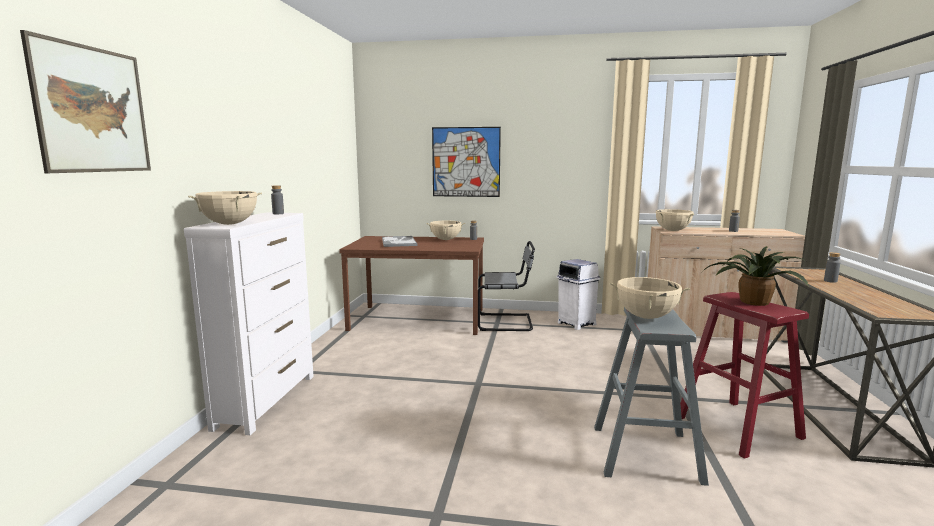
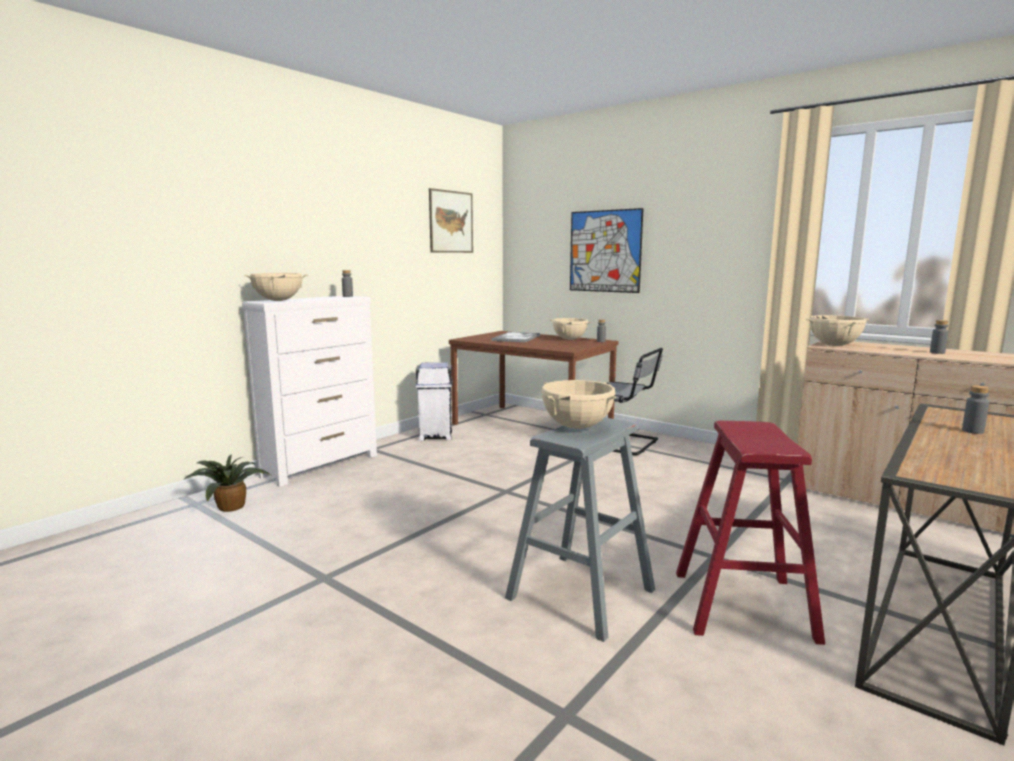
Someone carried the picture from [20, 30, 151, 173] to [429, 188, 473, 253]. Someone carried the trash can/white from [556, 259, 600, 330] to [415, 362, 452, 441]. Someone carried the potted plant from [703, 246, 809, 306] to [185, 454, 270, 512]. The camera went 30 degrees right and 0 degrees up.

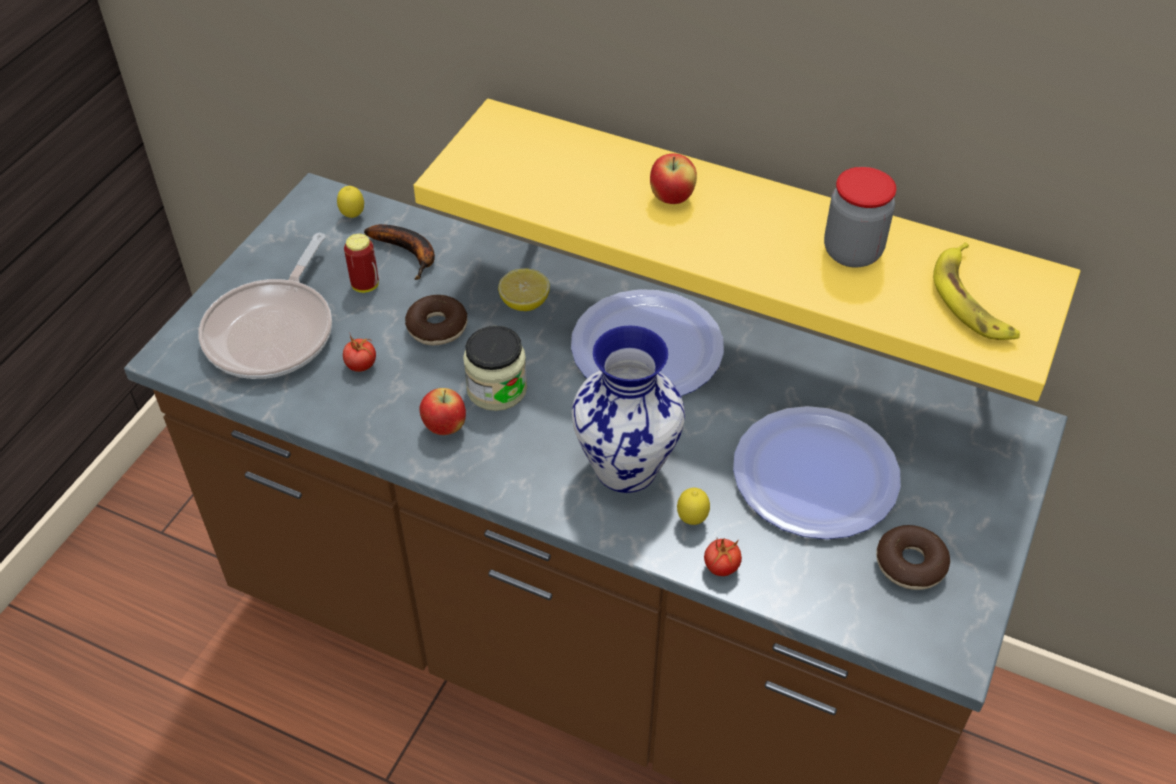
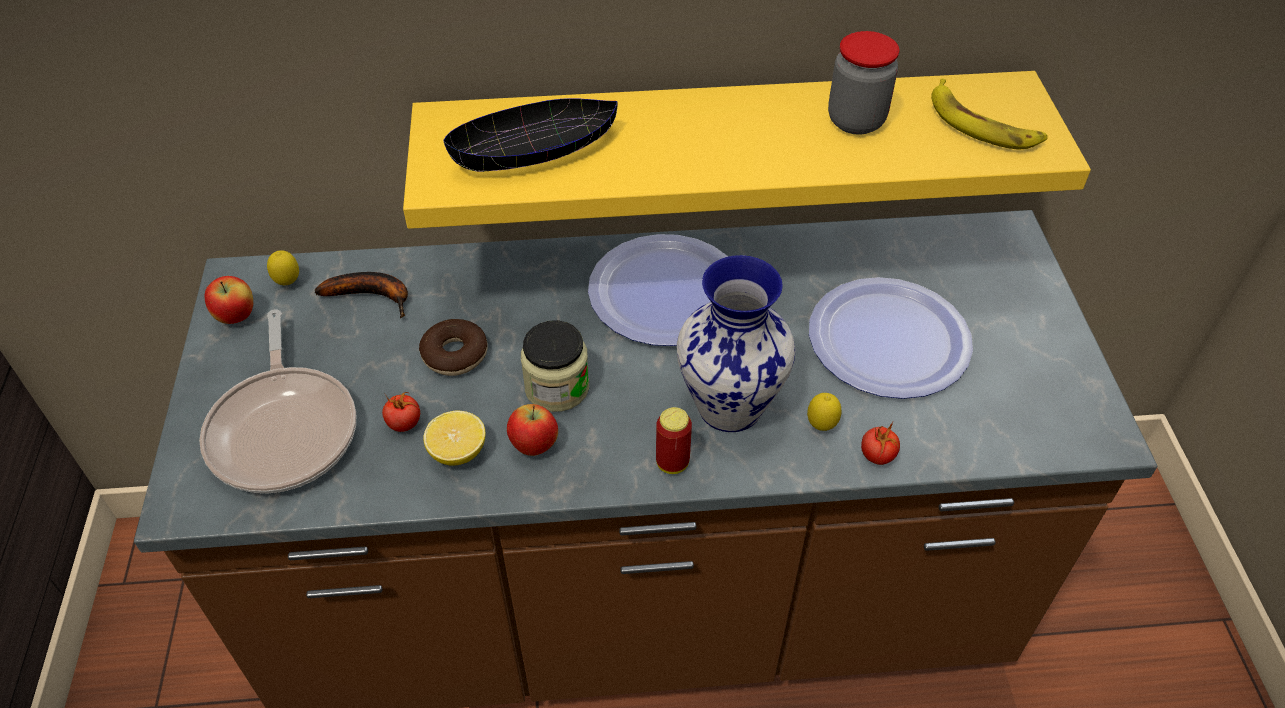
Someone carried the can from [344, 234, 379, 293] to [656, 407, 692, 474]. Someone carried the lemon from [498, 268, 550, 311] to [423, 411, 485, 466]. Someone carried the apple from [650, 154, 697, 204] to [204, 276, 253, 324]. Someone took away the donut at [876, 525, 950, 590]. Someone put down the bowl/black at [444, 98, 617, 172]. The camera went 30 degrees left and 0 degrees up.

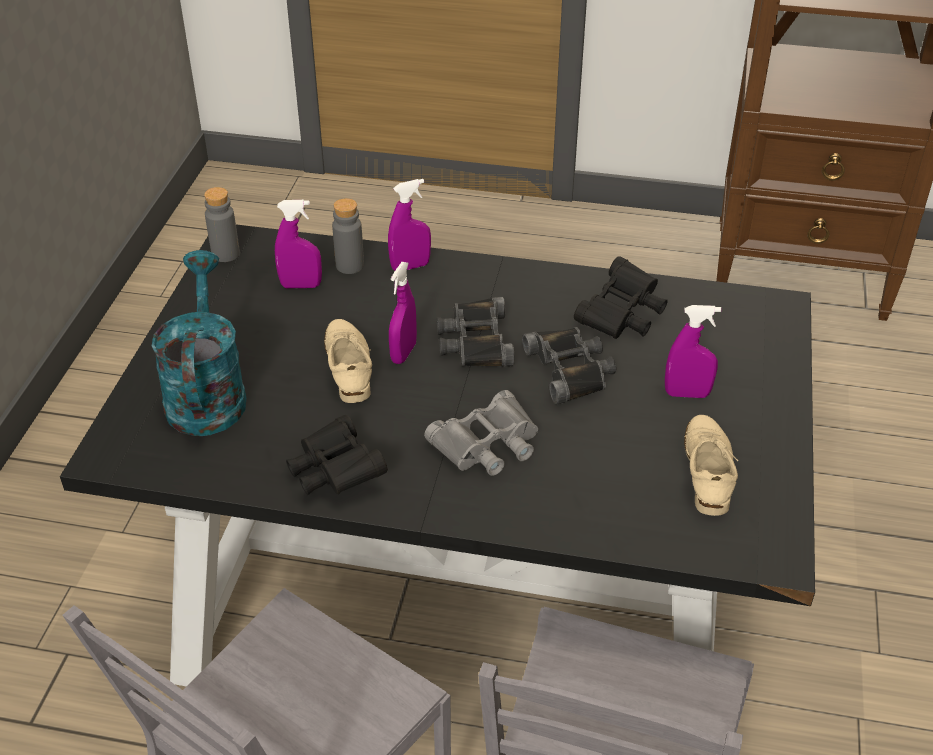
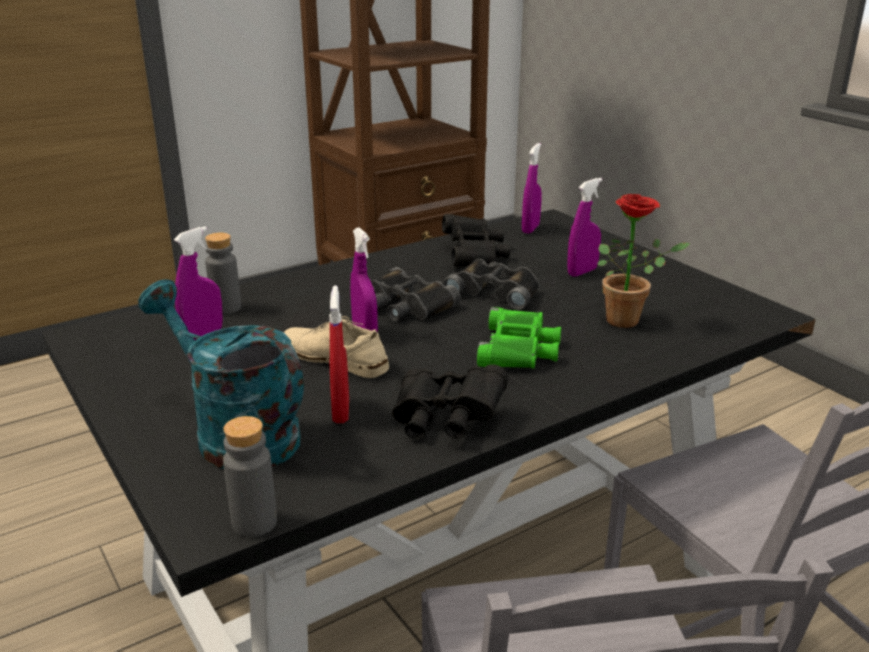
Someone carried the bottle/grey from [204, 187, 240, 262] to [223, 416, 277, 537]. Someone carried the spray bottle/purple from [388, 179, 431, 271] to [522, 143, 542, 234]. Someone repainted the binoculars/grey at [424, 390, 538, 476], which became the binoculars/green at [477, 307, 561, 369]. Someone took away the shoe/beige at [684, 415, 739, 516]. Someone put down the spray bottle/red at [329, 285, 349, 423]. Someone put down the potted plant at [597, 194, 690, 328]. The camera went 45 degrees left and 15 degrees down.

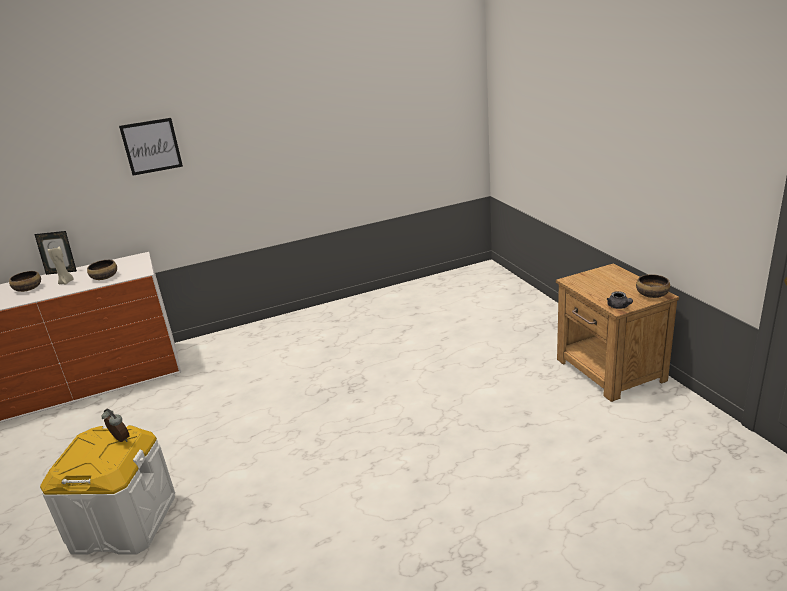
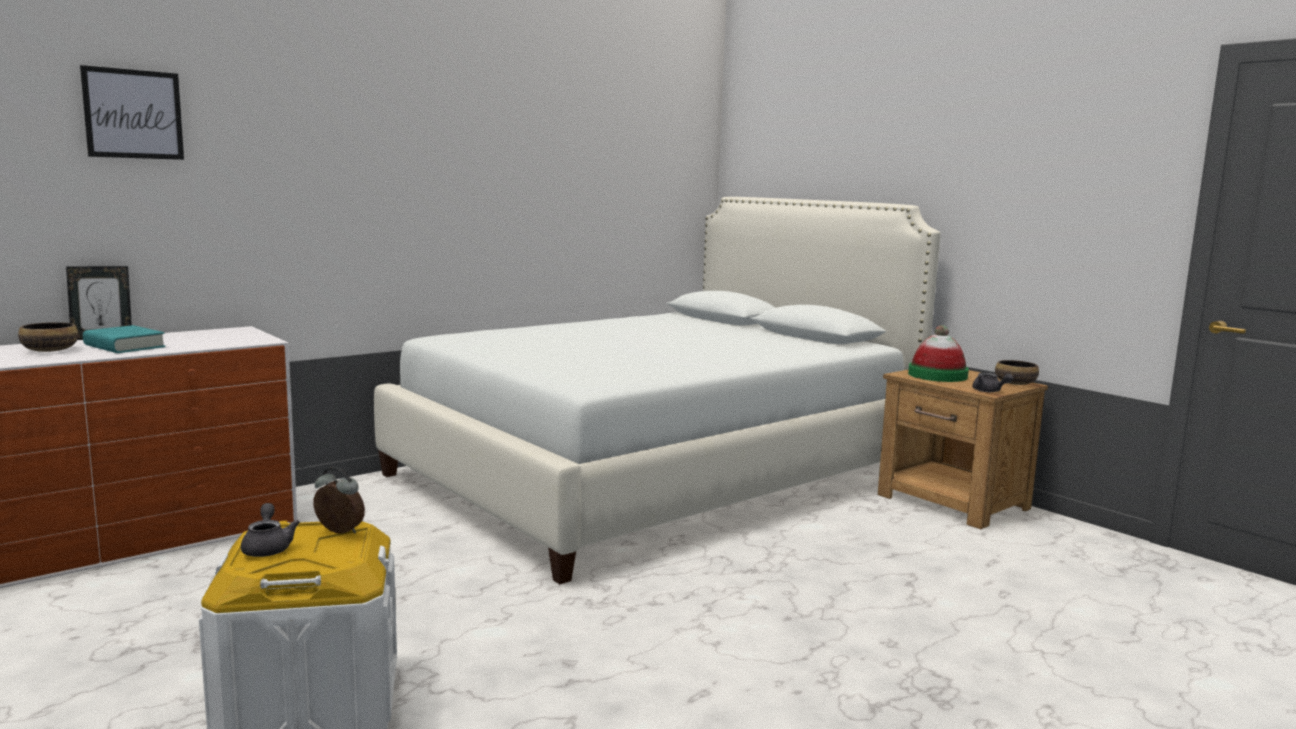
Someone swapped the candle/beige at [48, 246, 73, 285] for the book/turquoise at [83, 325, 165, 353]. Someone took away the bowl at [87, 260, 117, 280]. Someone carried the picture from [119, 118, 183, 176] to [80, 65, 184, 160]. Someone put down the teapot/grey at [241, 503, 300, 557]. Someone put down the bed/white at [374, 197, 940, 584]. Someone put down the hat at [908, 325, 969, 382]. The camera went 20 degrees left and 15 degrees down.

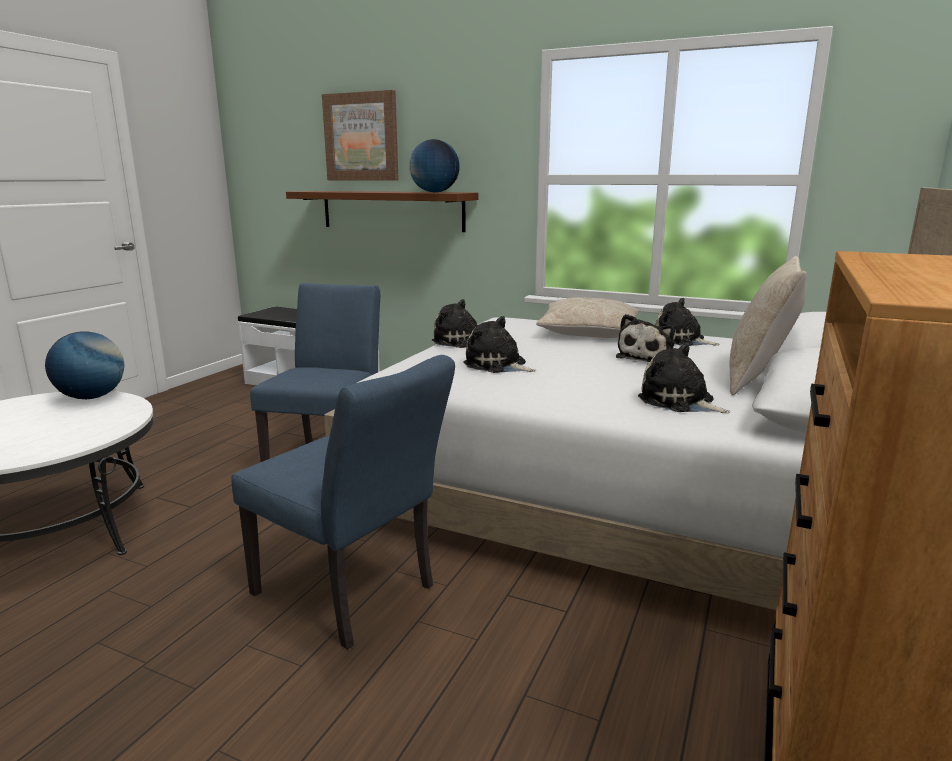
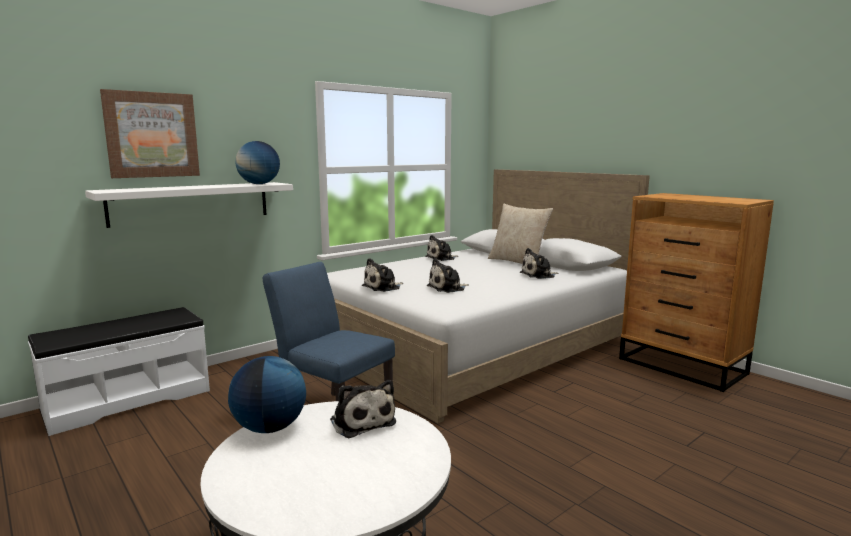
Someone took away the chair/blue at [231, 355, 455, 649]. Someone repainted the shelf/brown at [286, 191, 478, 232], which became the shelf/white at [85, 182, 293, 228]. Someone took away the pillow/beige at [536, 297, 639, 338]. Someone carried the plush toy from [616, 314, 675, 362] to [330, 380, 396, 438]. The camera went 65 degrees left and 5 degrees down.

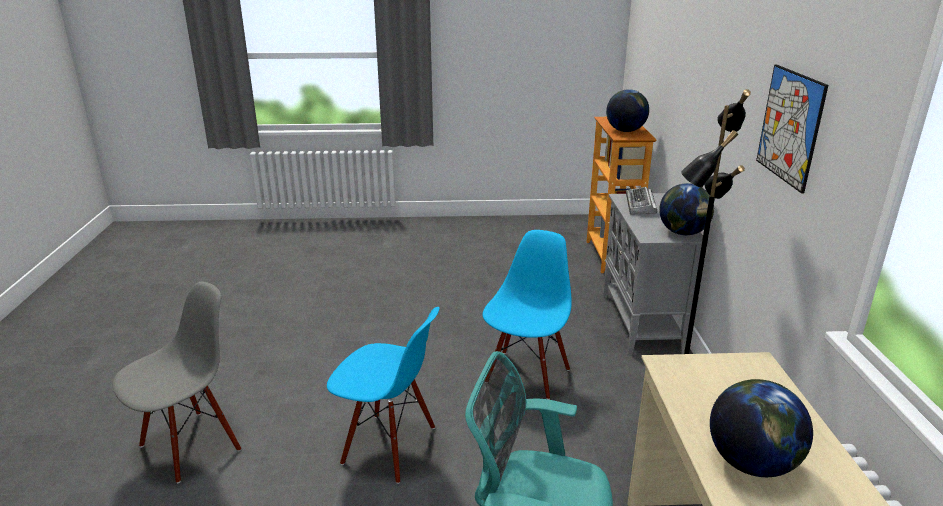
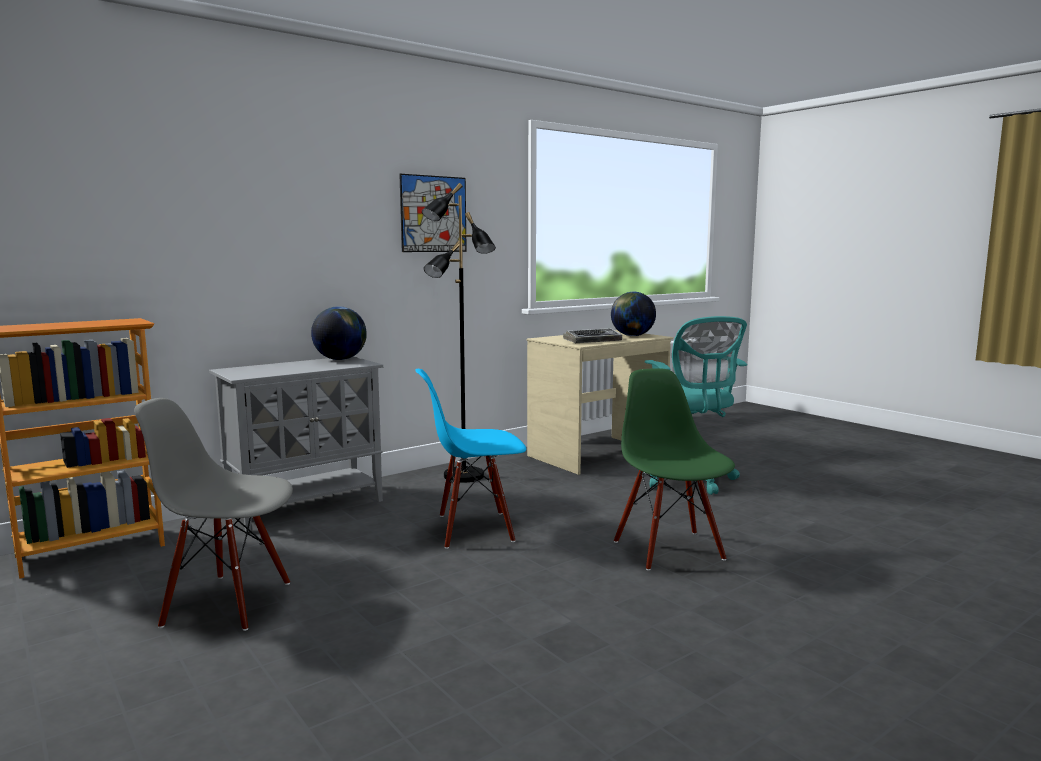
Someone carried the chair/grey from [113, 282, 241, 483] to [134, 398, 293, 631]. Someone repainted the chair/blue at [327, 307, 440, 484], which became the chair/green at [614, 368, 735, 571]. Someone took away the globe at [606, 89, 649, 132]. Someone carried the keyboard from [626, 187, 657, 214] to [563, 328, 622, 343]. The camera went 125 degrees left and 15 degrees down.

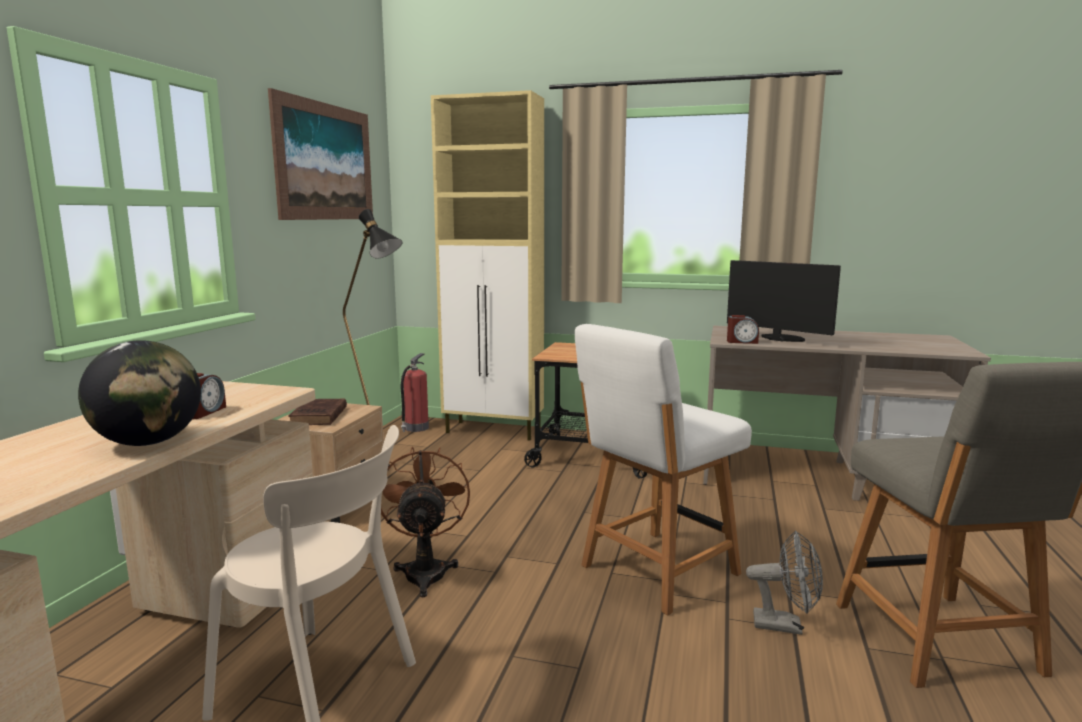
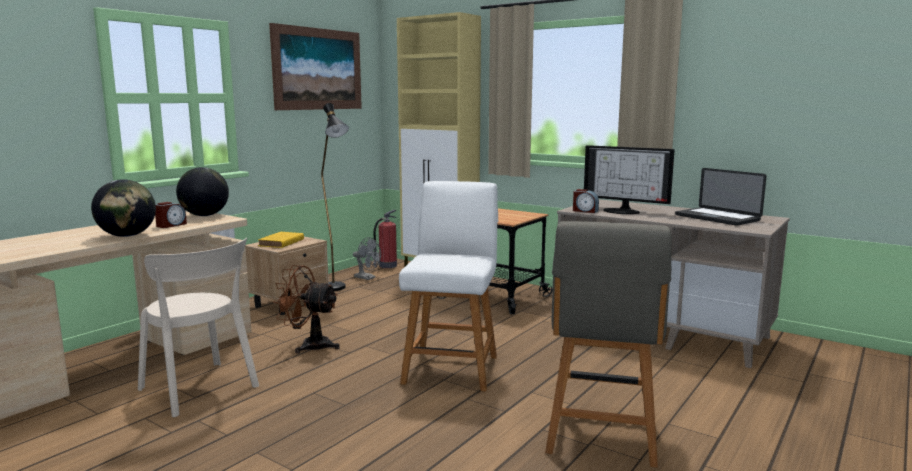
Someone repainted the book/brown at [288, 398, 347, 425], which became the book/yellow at [258, 232, 304, 248]. Someone rotated the fan/brown at [381, 447, 470, 597] by 90 degrees counterclockwise. Someone rotated the chair/white at [575, 324, 752, 616] by 120 degrees clockwise. Someone rotated the monitor at [727, 260, 841, 342] by 150 degrees clockwise. Someone carried the fan/grey from [746, 531, 823, 635] to [353, 237, 381, 280]. Someone put down the globe at [176, 167, 229, 216]. Someone put down the laptop at [675, 168, 767, 226]. The camera went 20 degrees right and 0 degrees up.

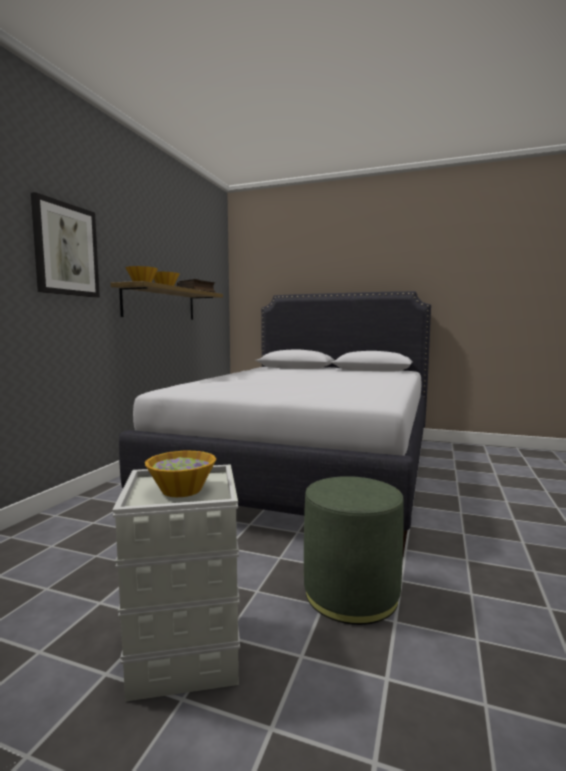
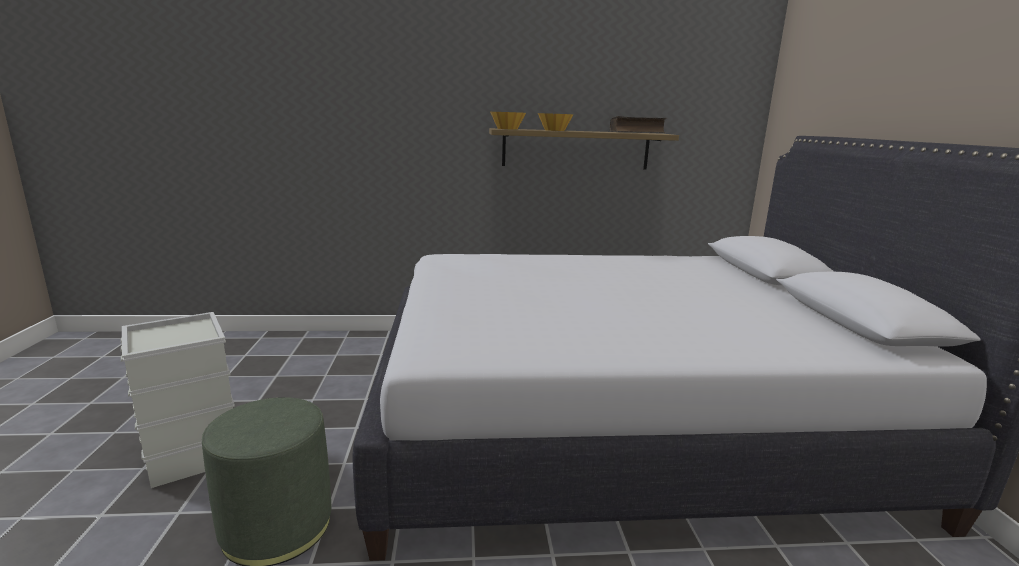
Someone took away the picture at [31, 192, 100, 298]. Someone took away the bowl at [145, 450, 216, 497]. The camera went 65 degrees right and 10 degrees up.

